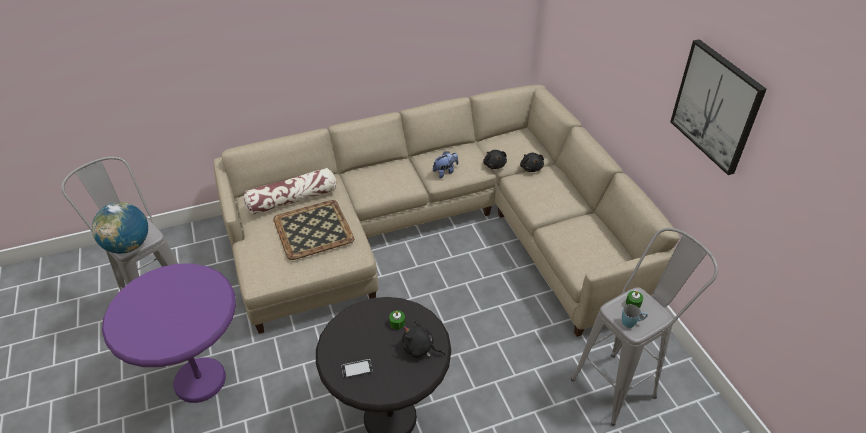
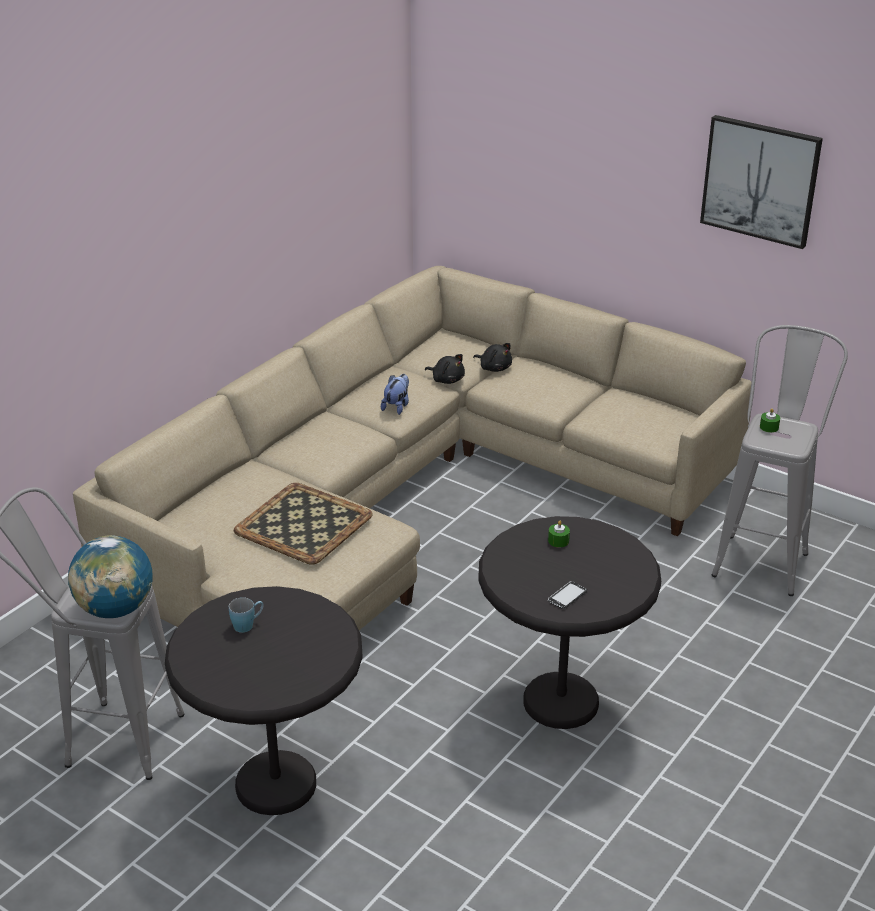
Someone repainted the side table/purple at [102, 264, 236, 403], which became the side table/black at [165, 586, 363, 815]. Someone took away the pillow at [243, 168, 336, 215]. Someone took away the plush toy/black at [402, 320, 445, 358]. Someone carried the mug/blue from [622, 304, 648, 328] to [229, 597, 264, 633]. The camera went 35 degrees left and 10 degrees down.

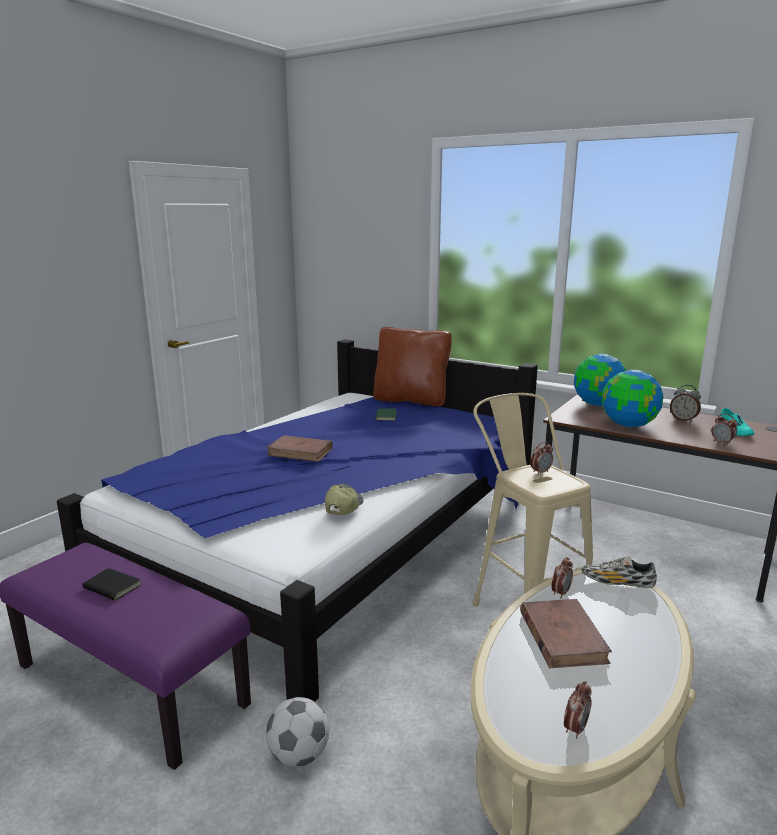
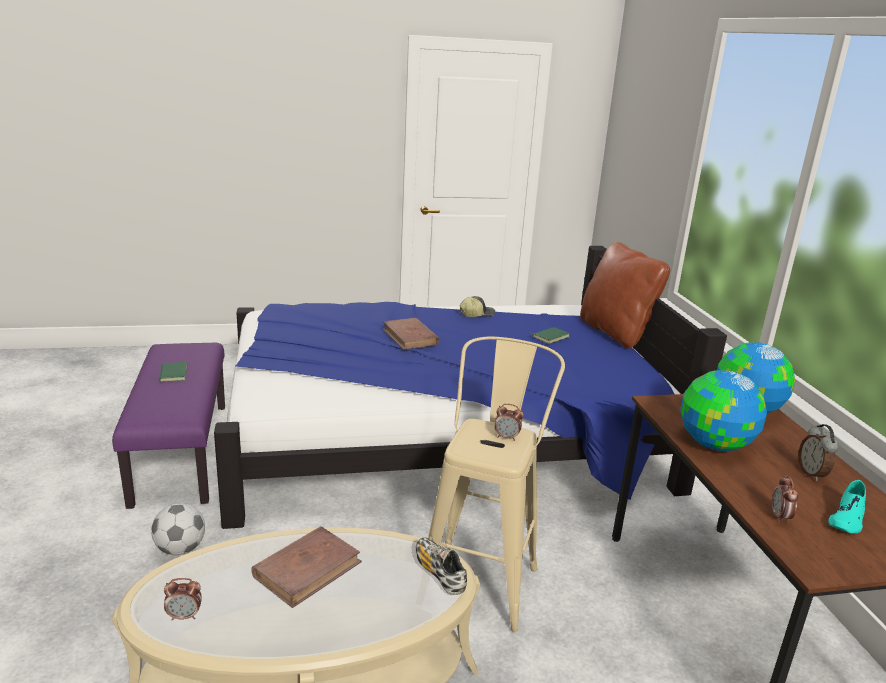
Someone repainted the book/black at [82, 568, 141, 603], which became the book/green at [153, 362, 188, 382]. Someone carried the cap from [325, 484, 363, 515] to [460, 296, 495, 317]. Someone took away the alarm clock at [552, 557, 573, 598]. The camera went 45 degrees right and 5 degrees up.

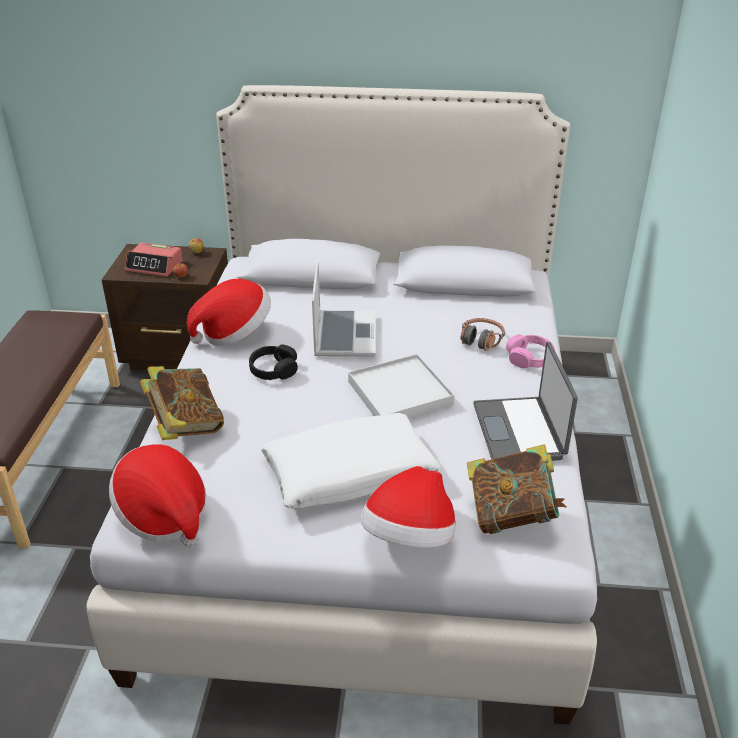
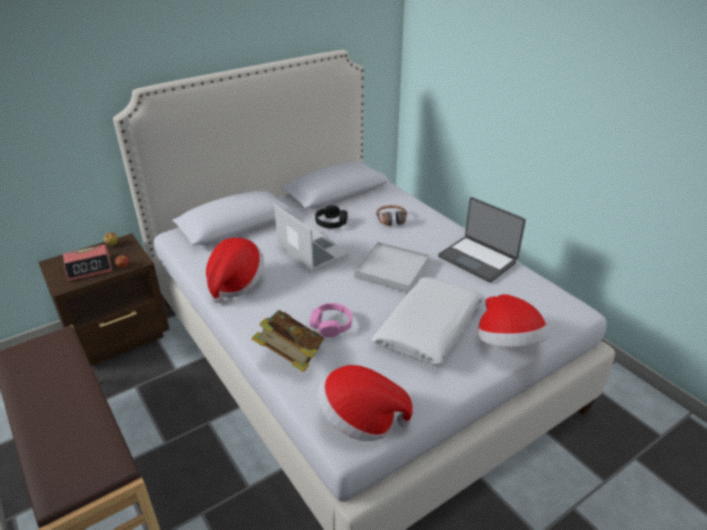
Someone carried the headphones/black from [249, 344, 298, 380] to [315, 205, 348, 228]. Someone took away the book at [467, 444, 567, 534]. Someone carried the headphones/pink from [506, 334, 555, 368] to [310, 303, 352, 337]. The camera went 40 degrees left and 0 degrees up.

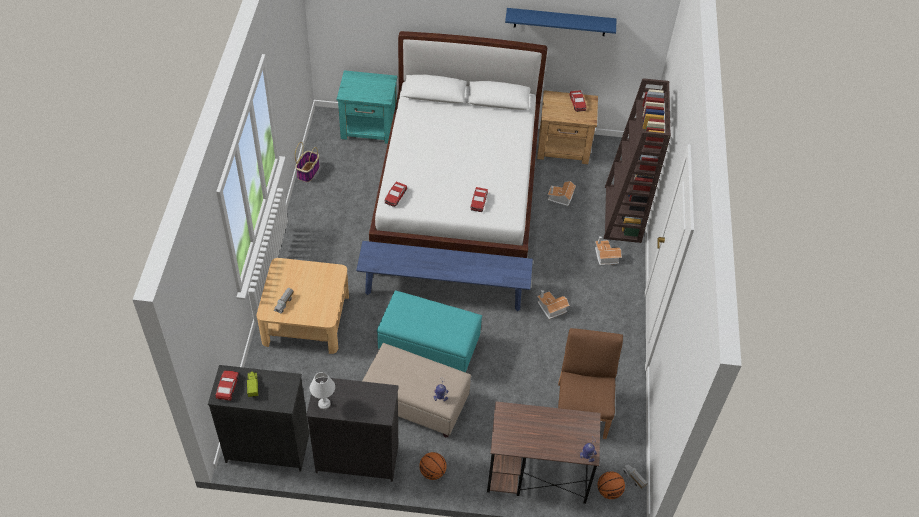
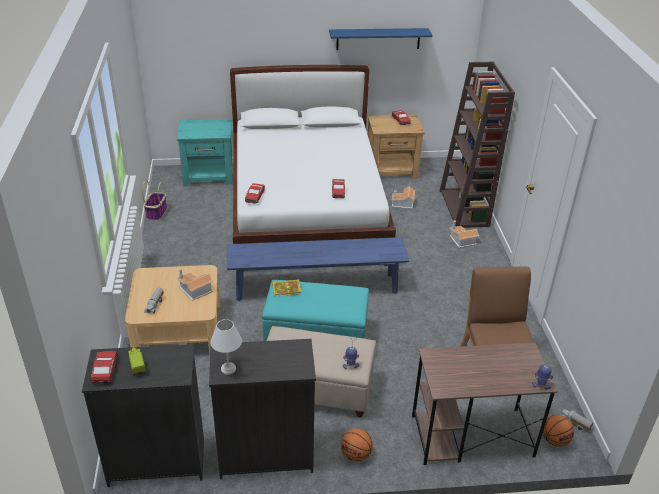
Someone carried the toy house from [537, 290, 570, 319] to [176, 268, 214, 301]. Someone put down the book at [272, 279, 301, 296]. The camera went 10 degrees left and 15 degrees down.

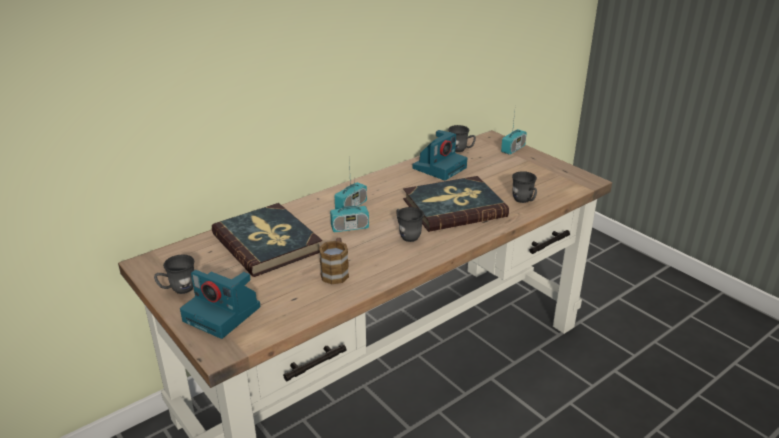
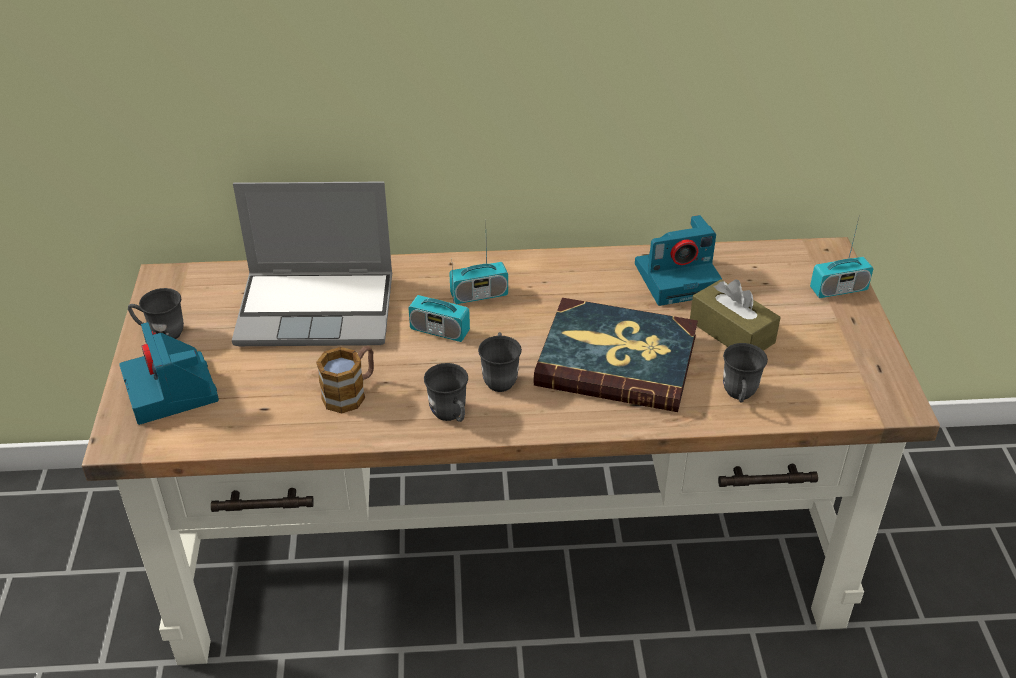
Someone swapped the book at [212, 203, 322, 277] for the laptop at [232, 182, 392, 346]. Someone carried the mug/grey from [448, 125, 476, 152] to [424, 363, 468, 422]. Someone put down the tissue box/brown at [690, 279, 781, 351]. The camera went 35 degrees right and 10 degrees up.

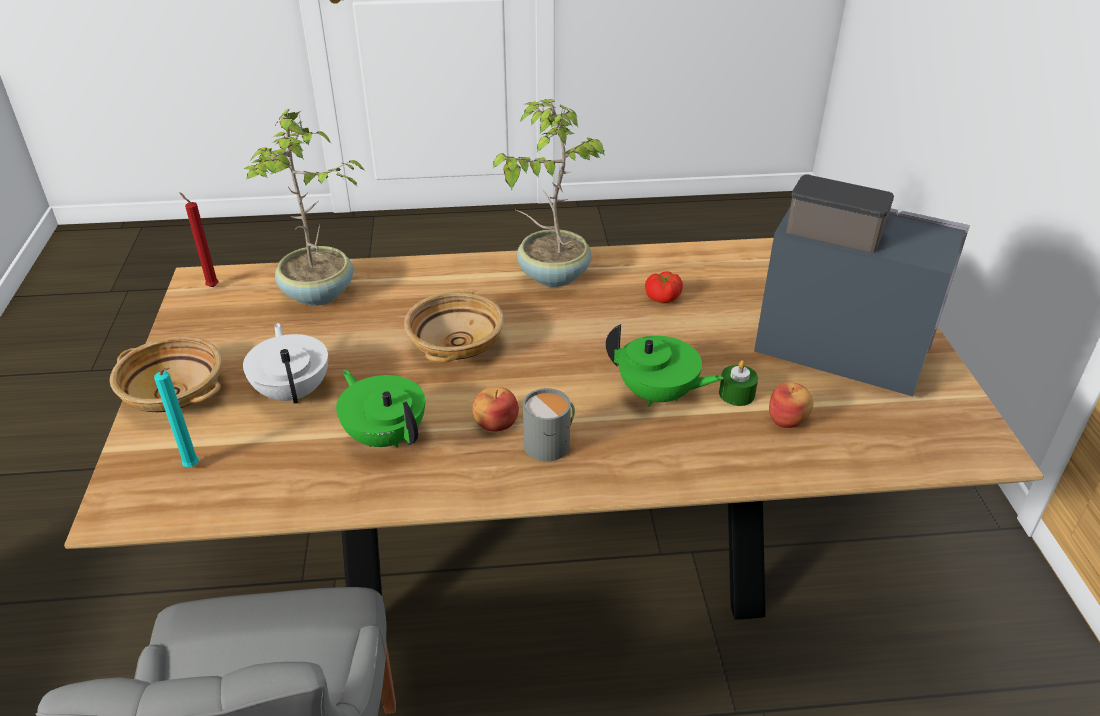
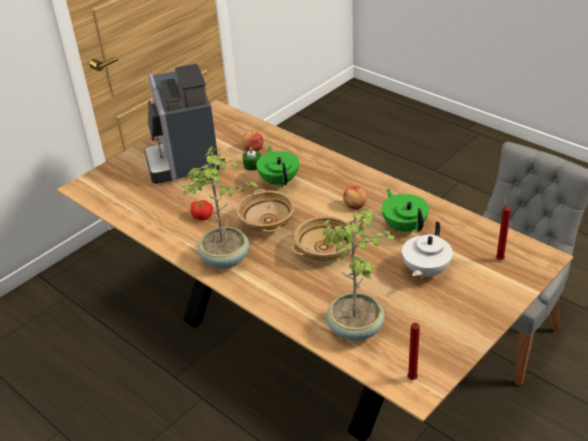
Someone carried the bowl/beige from [110, 336, 221, 412] to [236, 189, 295, 233]. Someone repainted the candle/turquoise at [154, 368, 199, 467], which became the candle/red at [496, 198, 511, 260]. Someone rotated the teapot/green at [336, 370, 425, 448] by 150 degrees clockwise. Someone took away the mug/grey at [523, 388, 575, 462]. The camera went 130 degrees left and 0 degrees up.

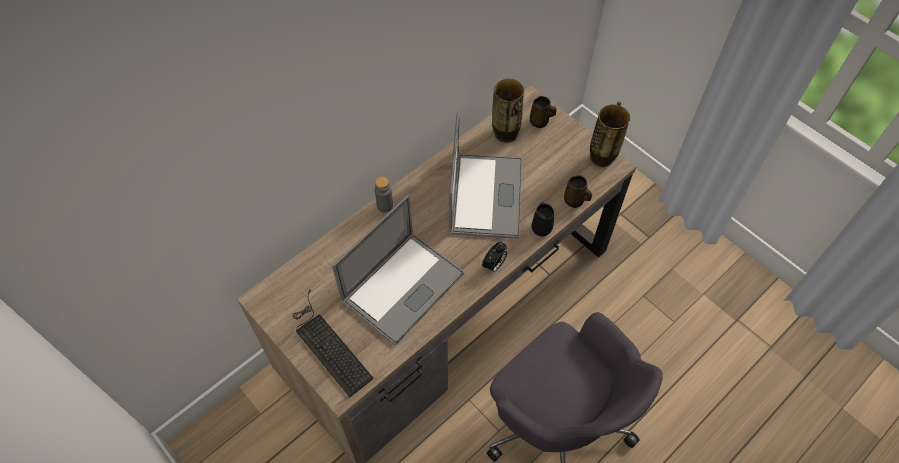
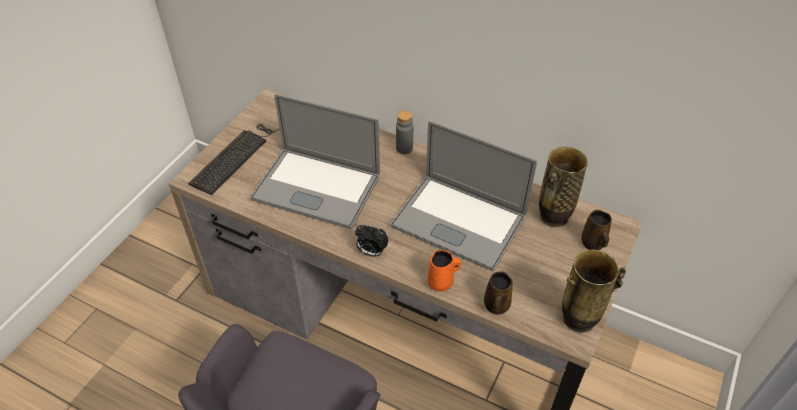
Someone rotated the laptop at [449, 113, 522, 239] by 45 degrees clockwise. Someone repainted the mug/black at [531, 202, 554, 237], which became the mug/orange at [427, 250, 461, 291]. The camera went 70 degrees right and 10 degrees down.

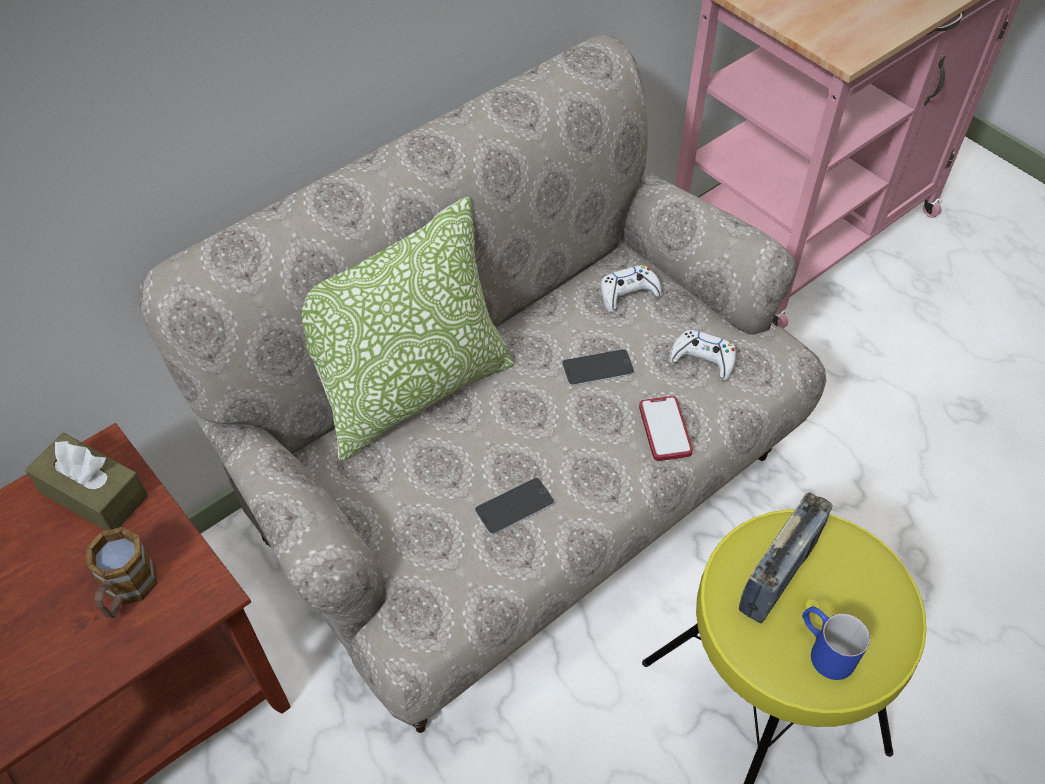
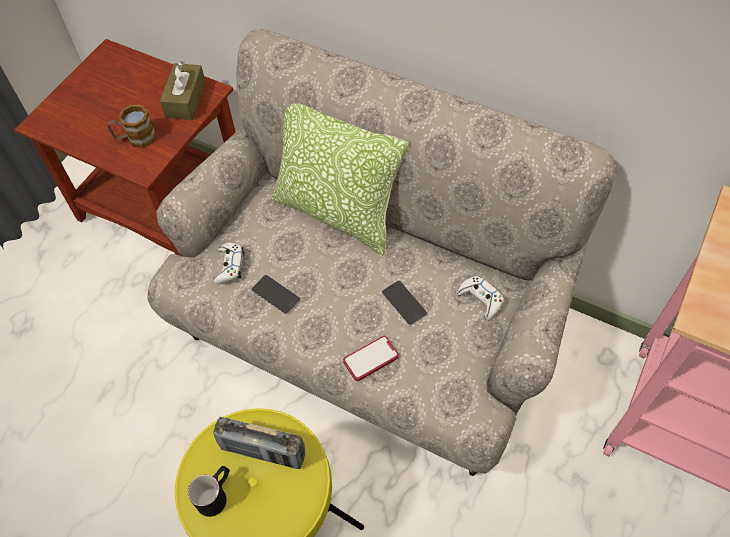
Someone carried the game controller/white from [669, 329, 736, 381] to [213, 243, 244, 284]. Someone repainted the mug/blue at [802, 606, 870, 680], which became the mug/black at [188, 466, 230, 517]. The camera went 70 degrees right and 5 degrees up.

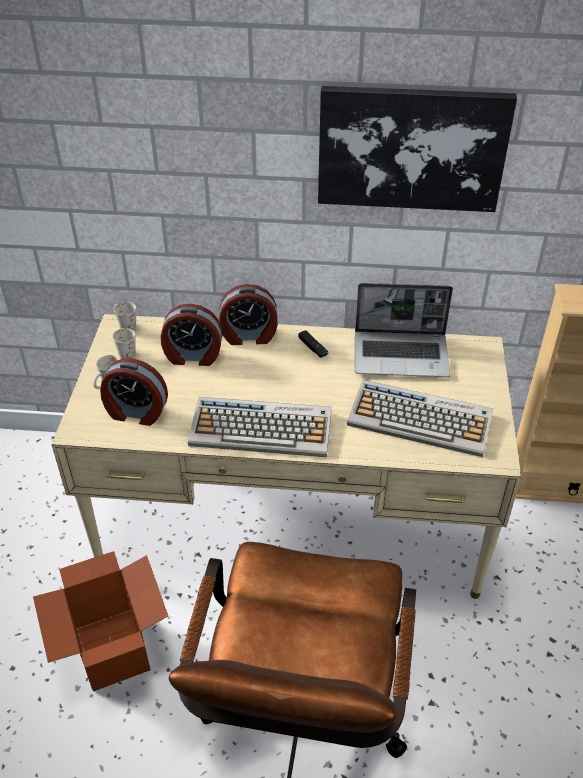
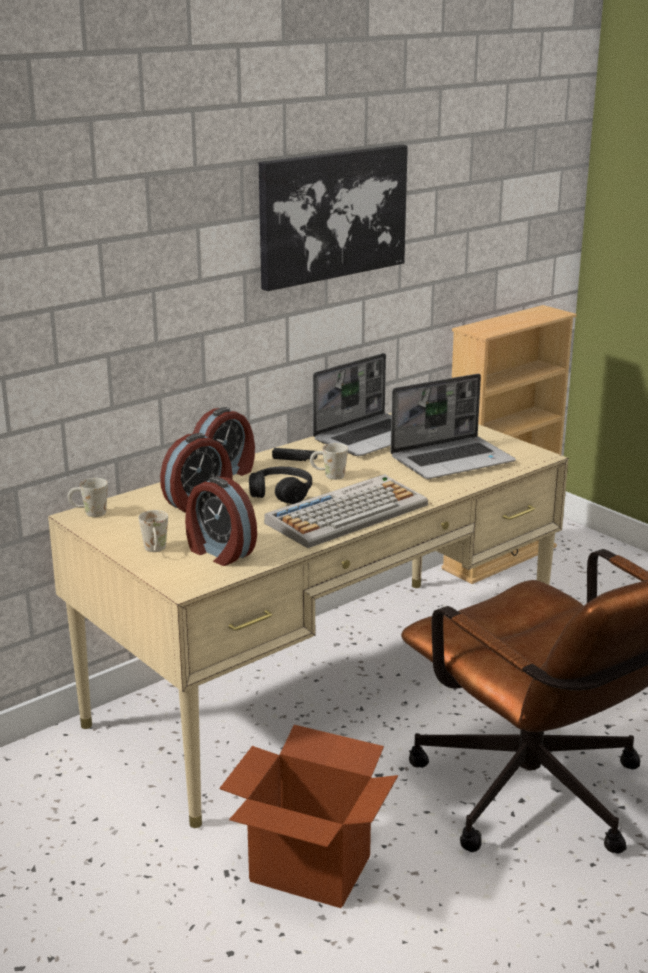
Someone rotated the alarm clock at [100, 358, 168, 426] by 75 degrees clockwise. Someone carried the mug/white from [113, 328, 136, 359] to [310, 443, 348, 480]. Someone swapped the keyboard at [347, 380, 493, 457] for the laptop at [390, 374, 516, 479]. Someone put down the headphones/black at [249, 467, 312, 504]. The camera went 45 degrees left and 20 degrees down.

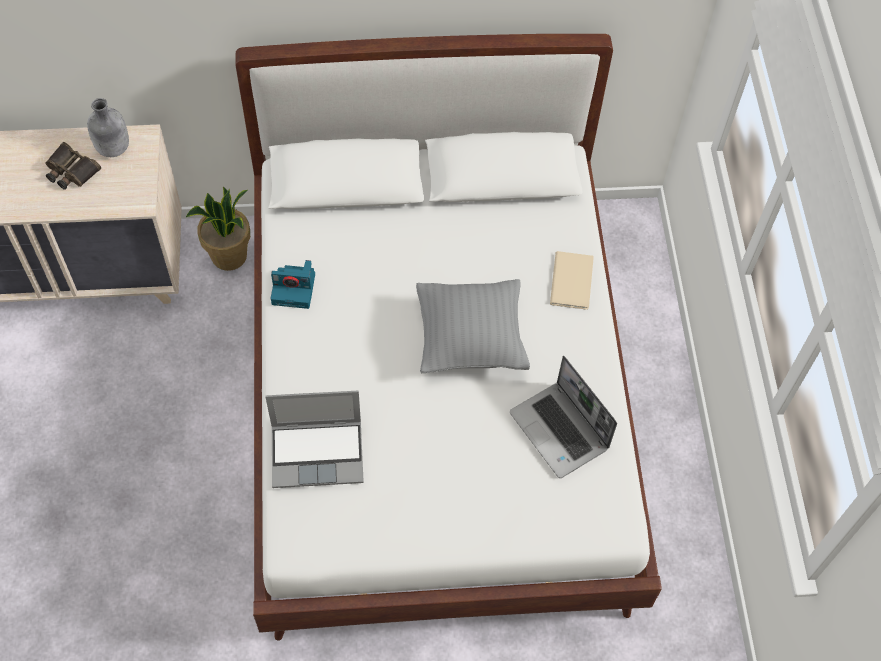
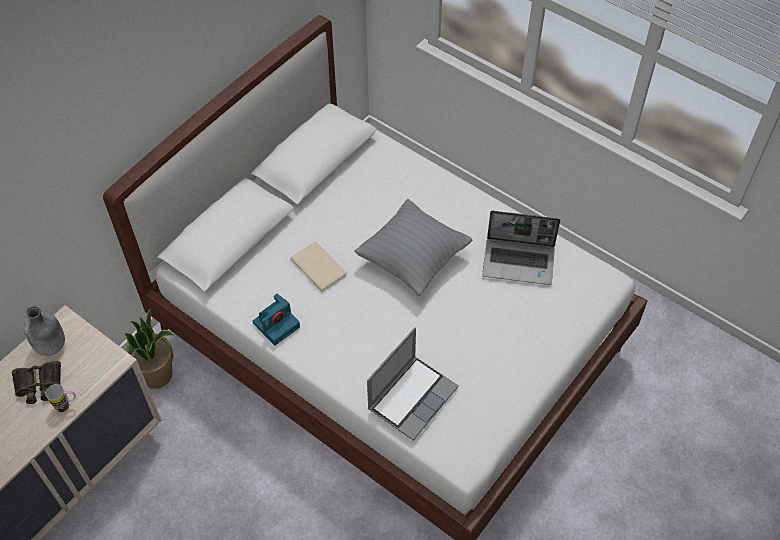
Someone carried the book/beige from [550, 251, 594, 310] to [290, 241, 347, 292]. Someone put down the mug at [46, 384, 76, 412]. The camera went 45 degrees left and 5 degrees down.

